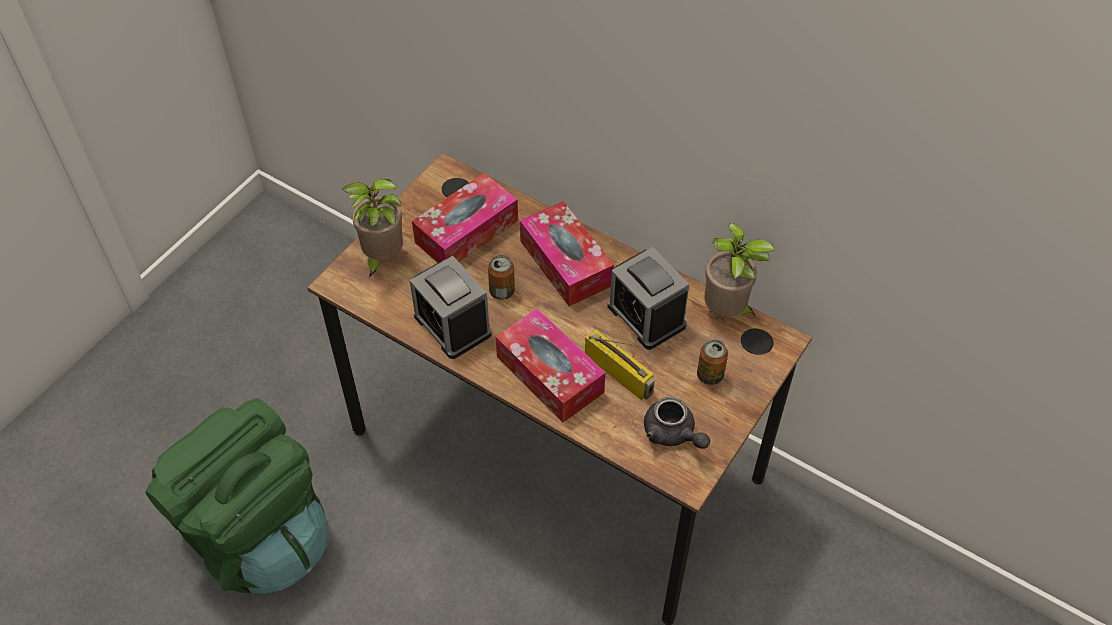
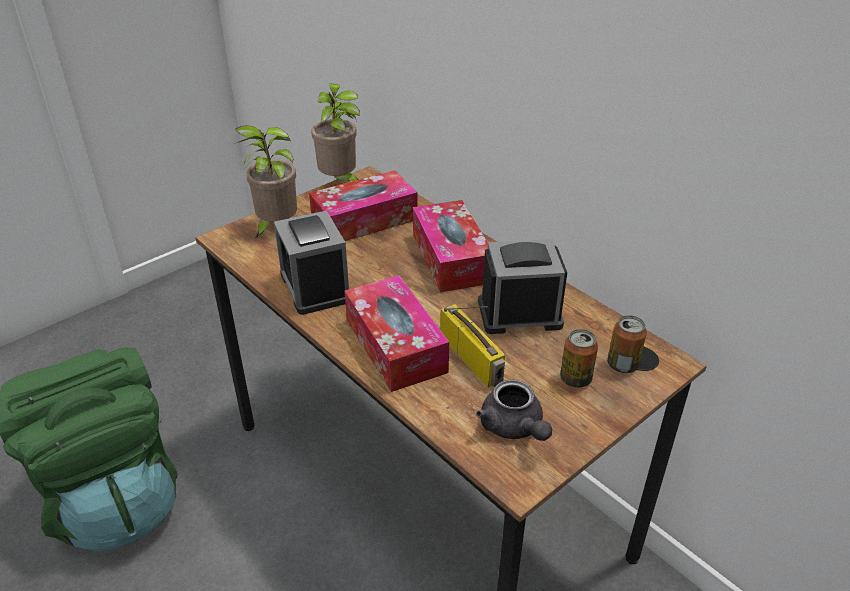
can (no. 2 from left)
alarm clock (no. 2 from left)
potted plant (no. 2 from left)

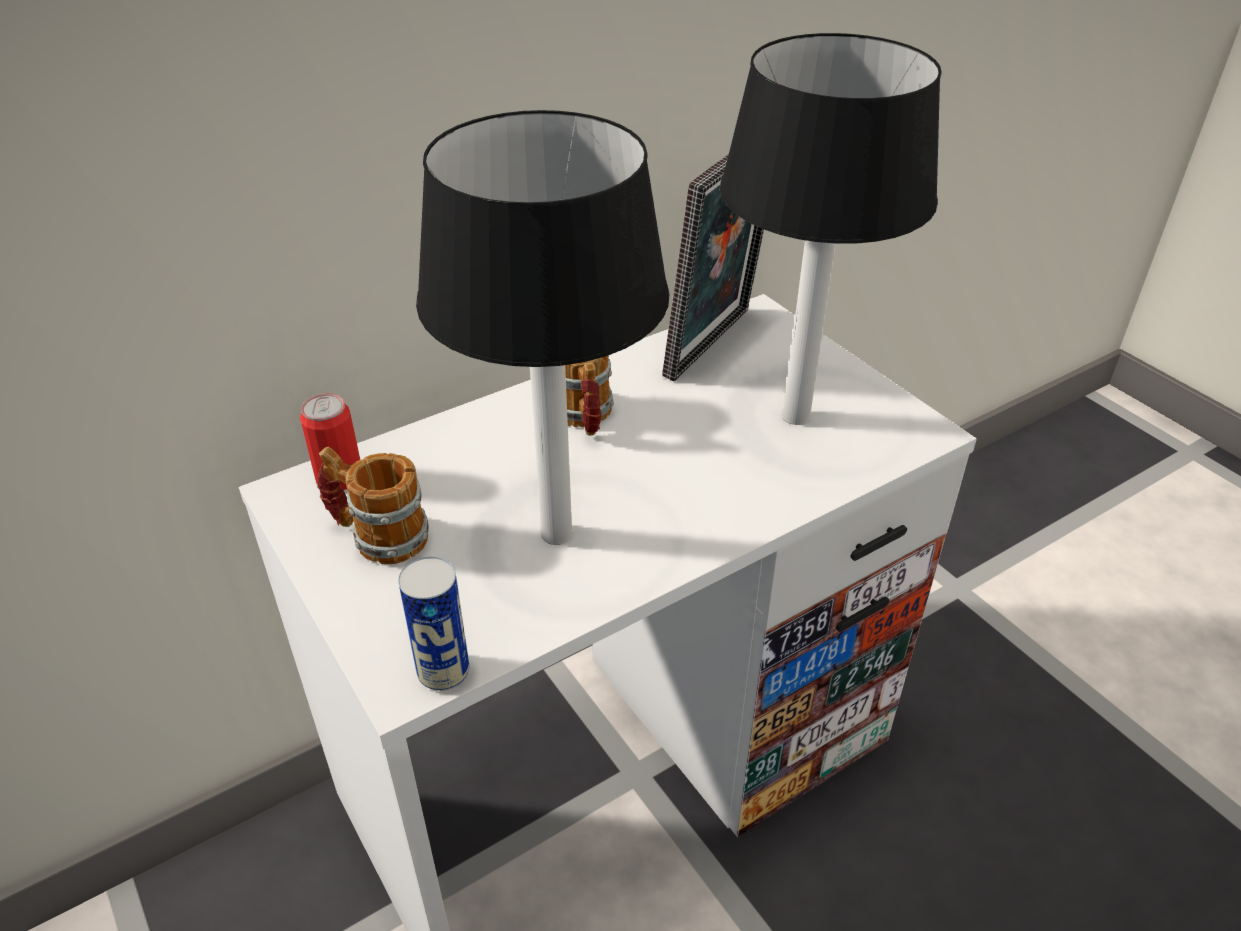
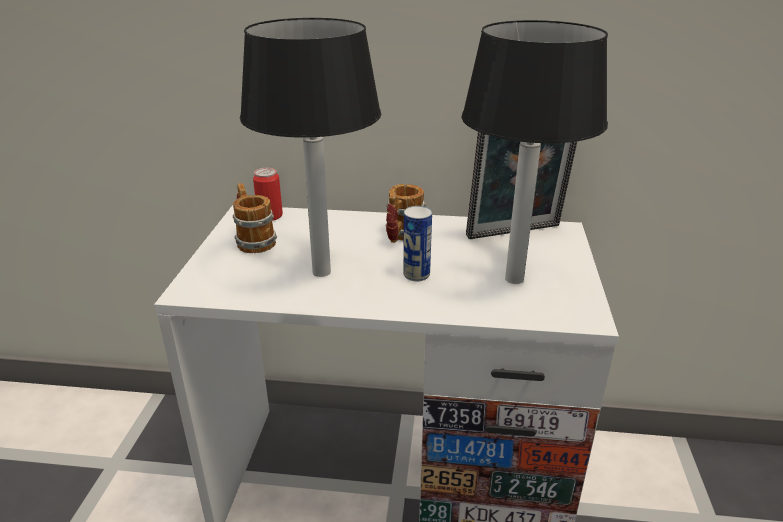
can (no. 2 from left)

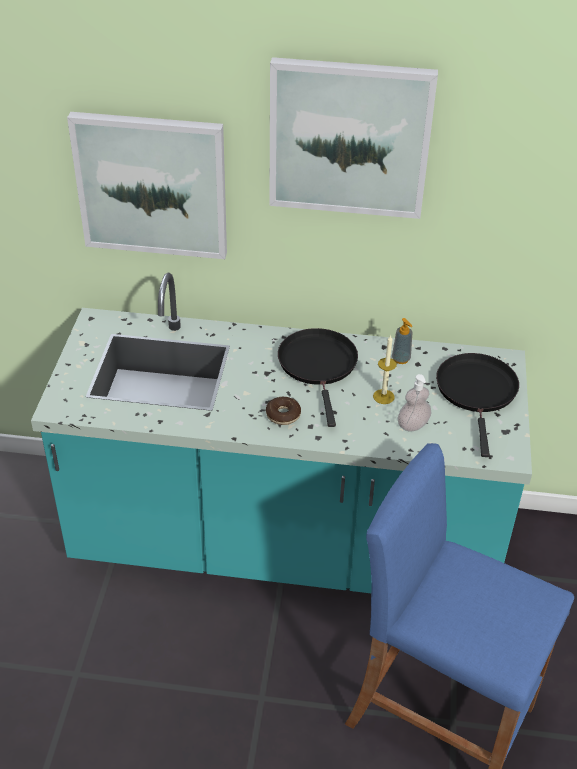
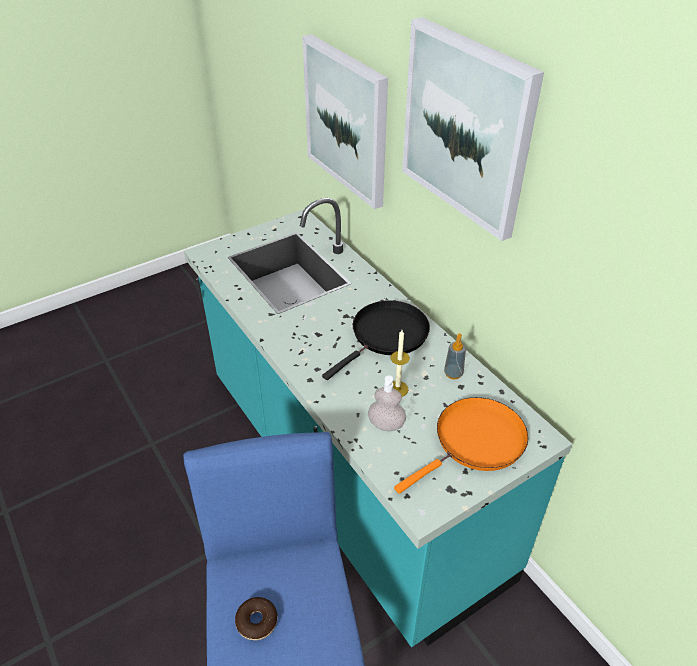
donut
orange frying pan

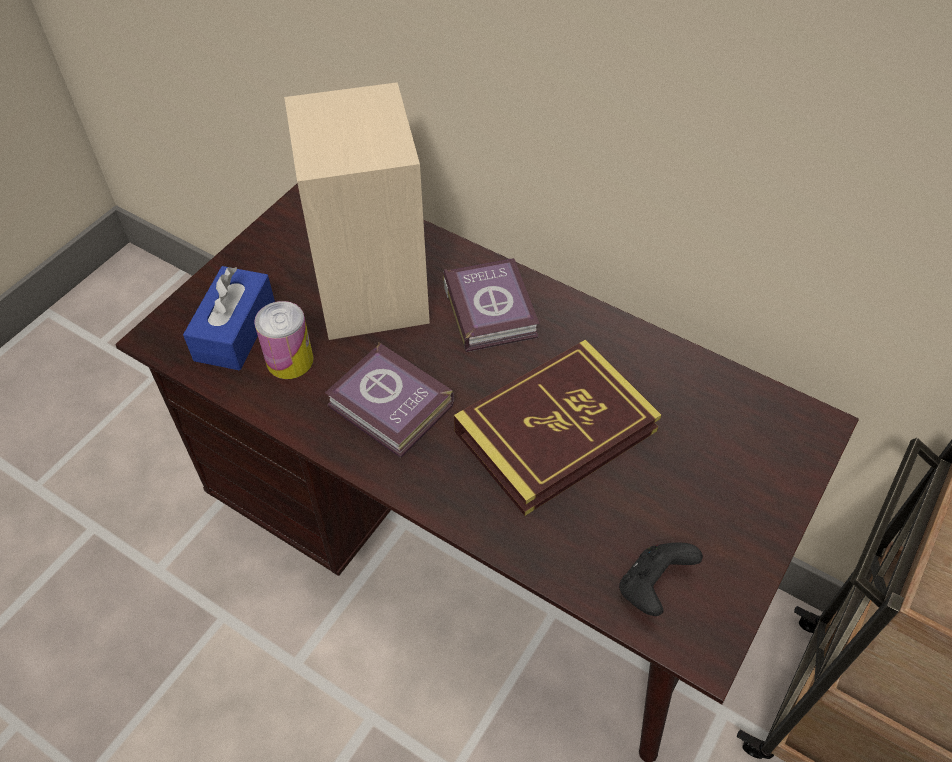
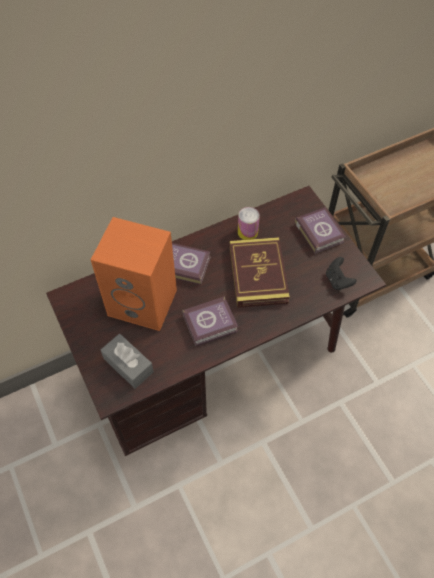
grey tissue box
can
orange speaker
book (no. 4 from left)

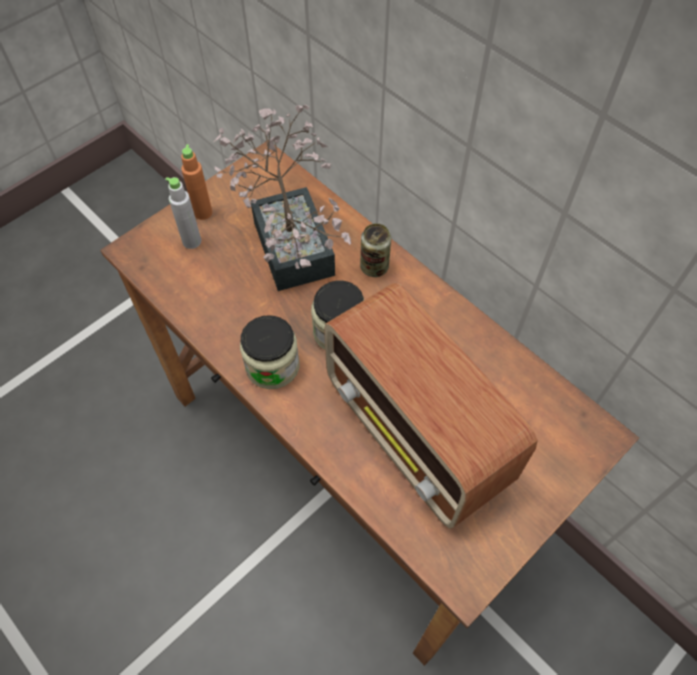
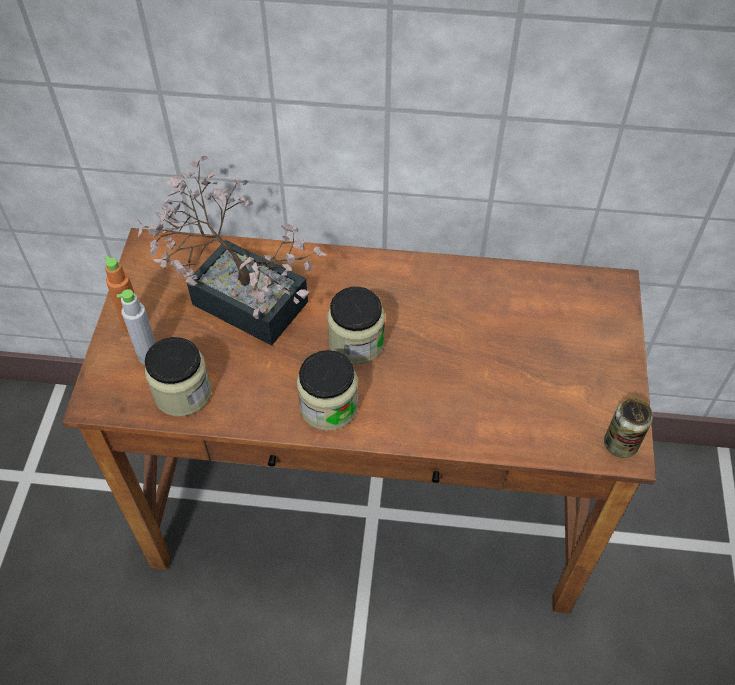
radio
can
jar (no. 1 from left)

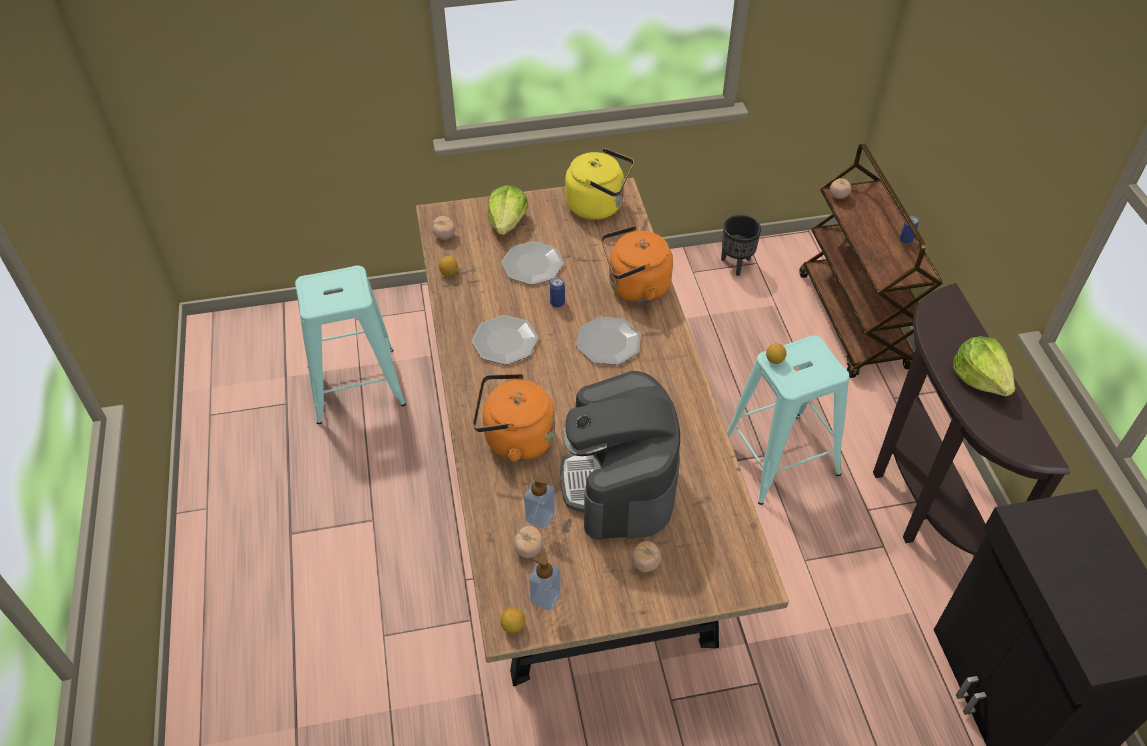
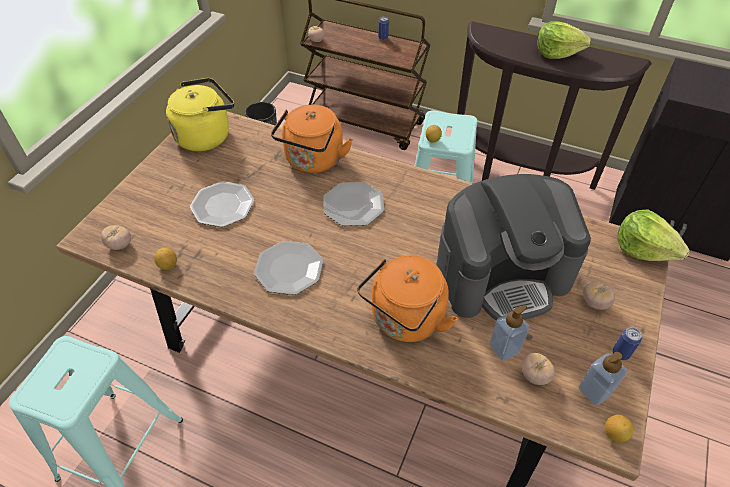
lettuce (no. 2 from left)
can (no. 2 from left)
coffee machine

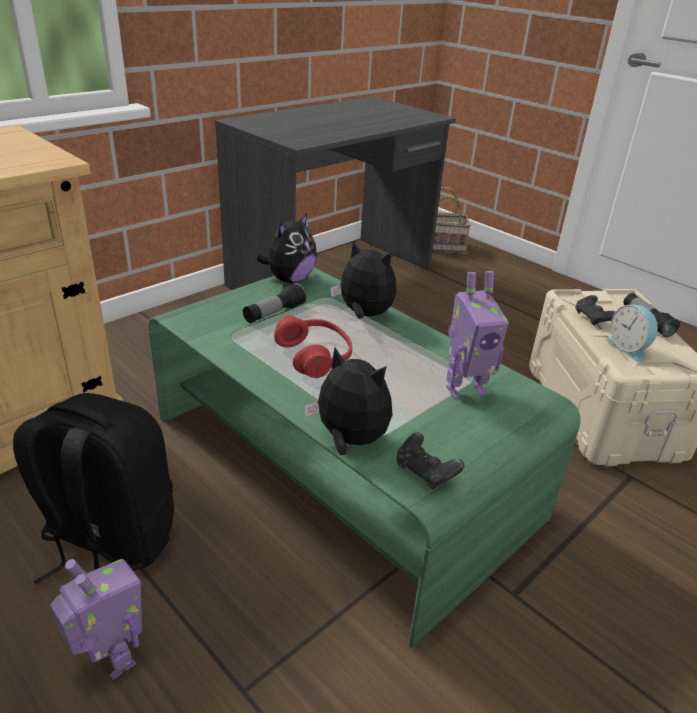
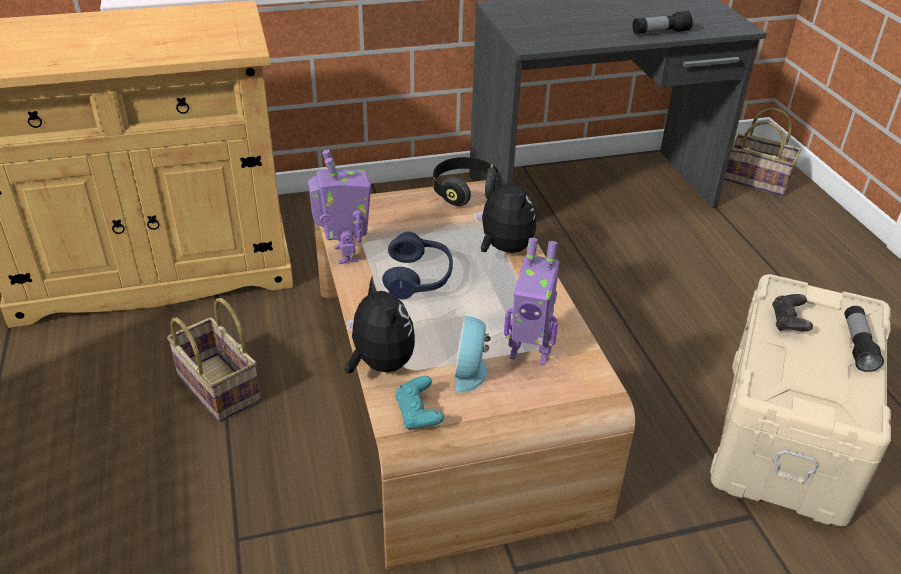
basket (no. 1 from left)
toy robot (no. 1 from left)
brown coffee table
flashlight (no. 1 from left)
black headphones
blue headphones
turquoise game controller
alarm clock

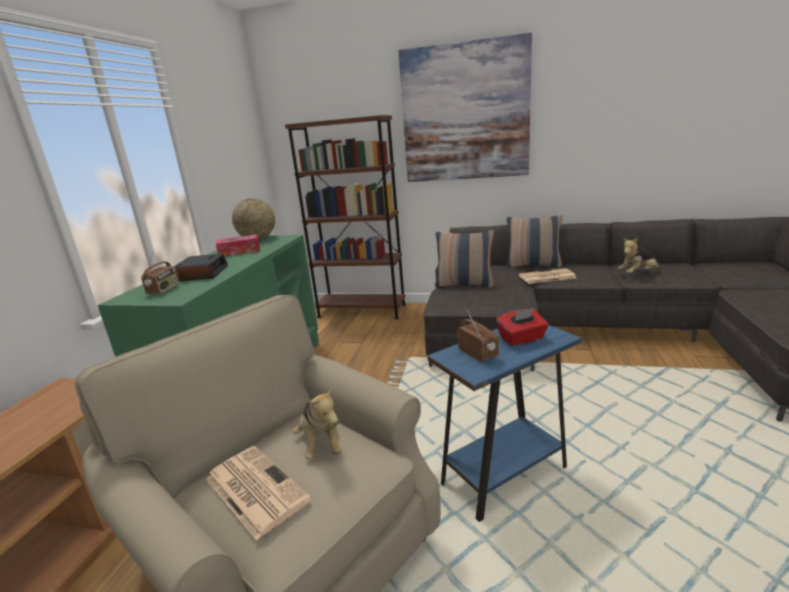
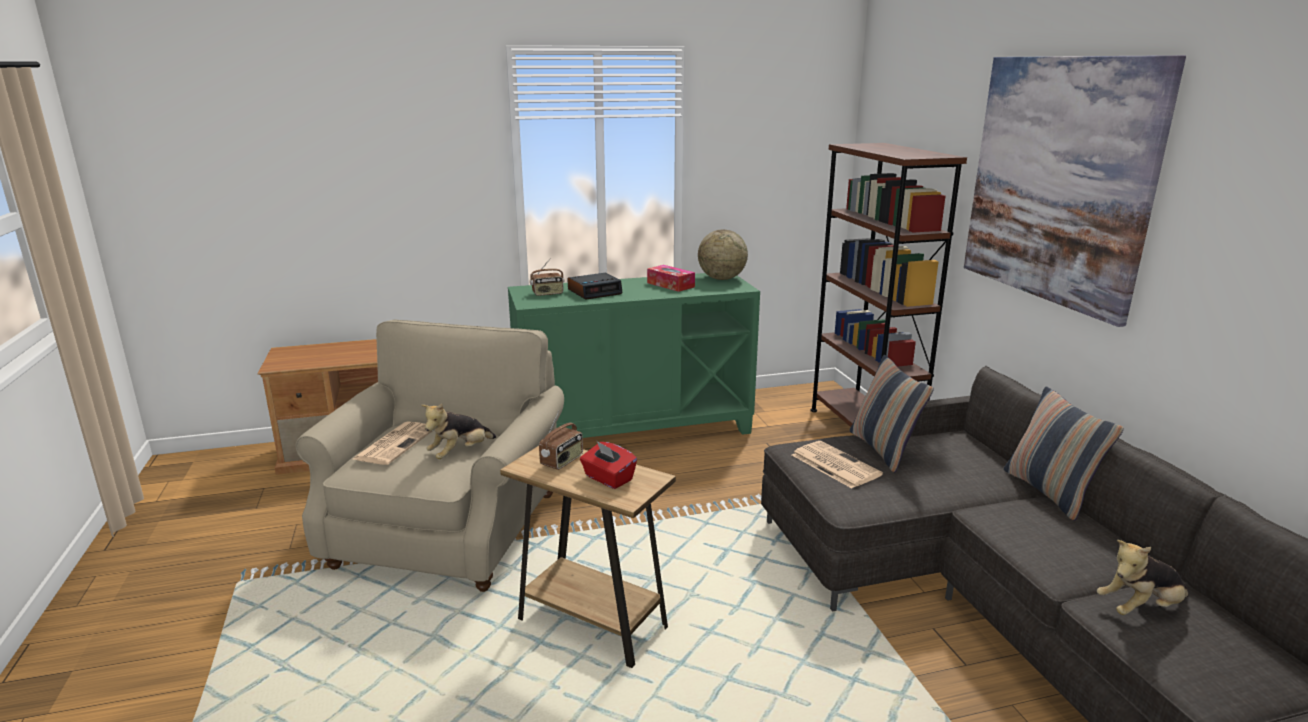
brown side table
newspaper (no. 2 from left)
plush toy (no. 2 from left)

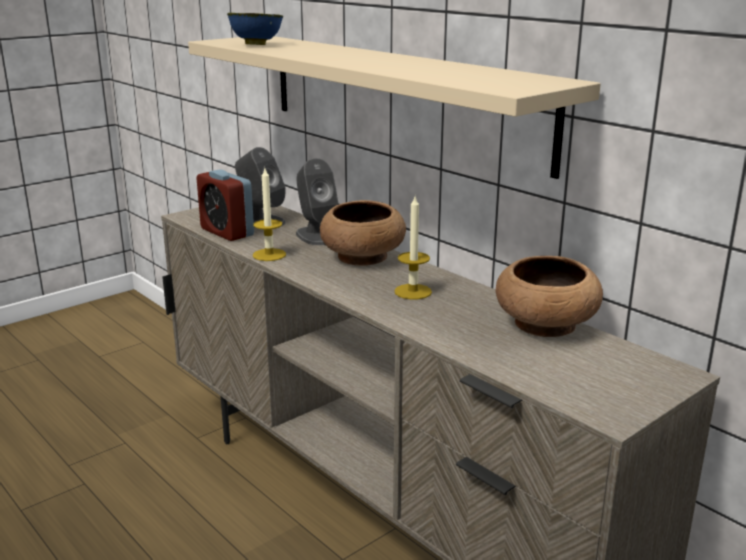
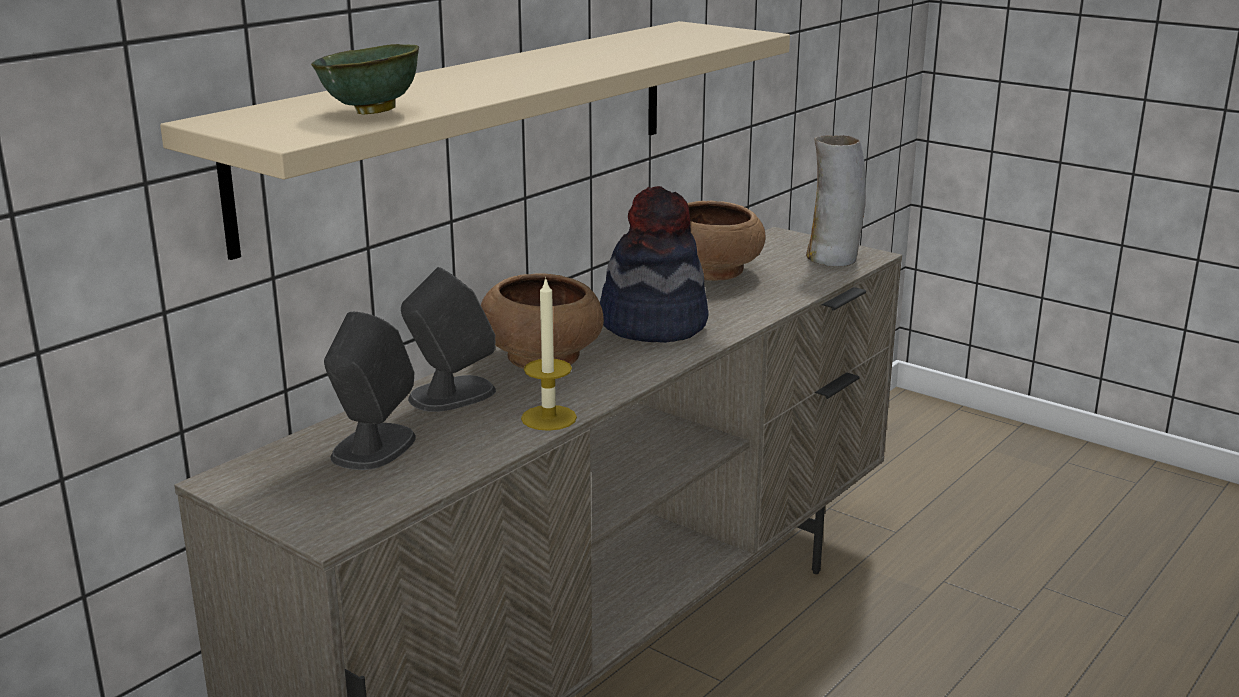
alarm clock
green bowl
hat
vase

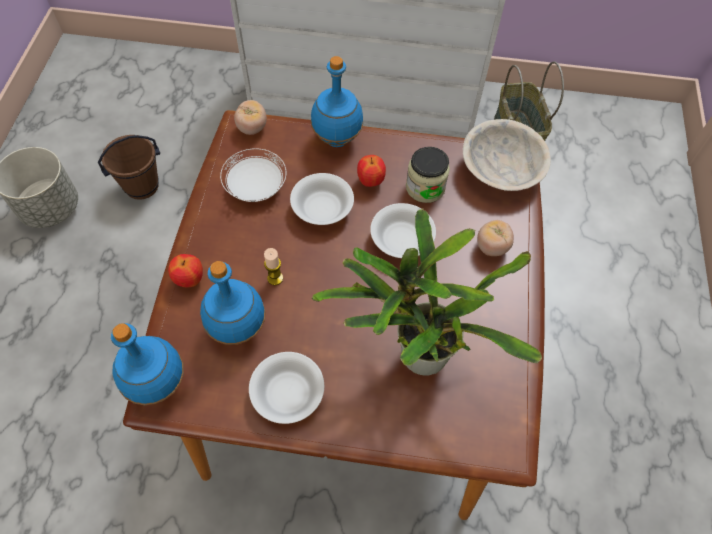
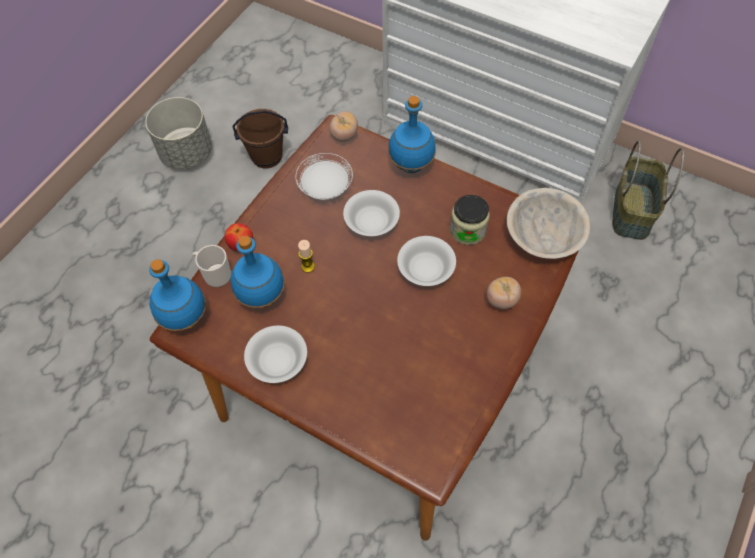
potted plant
apple (no. 2 from left in the first image)
mug

